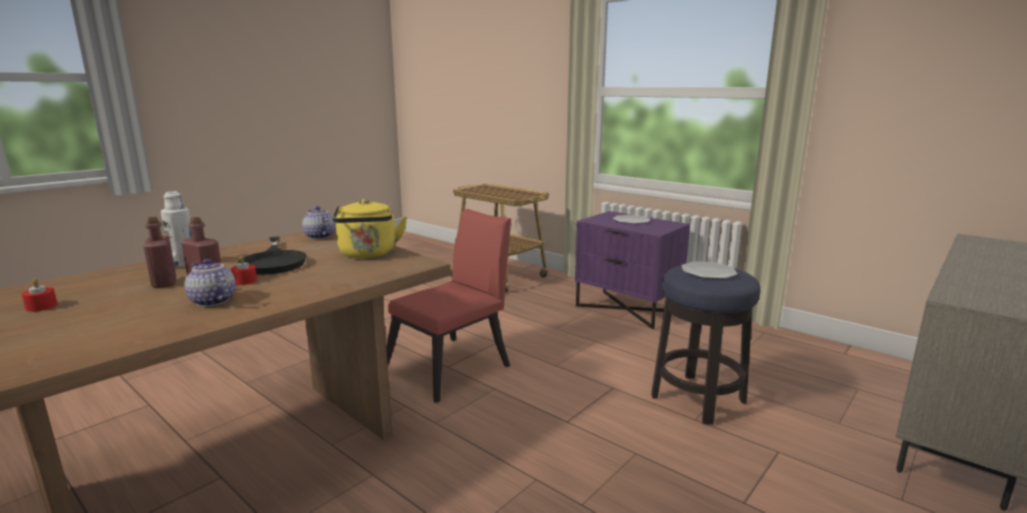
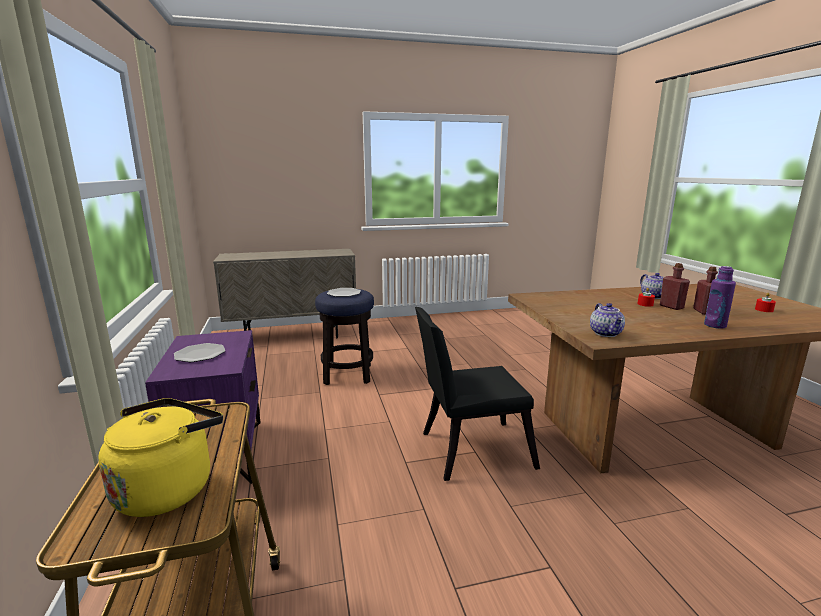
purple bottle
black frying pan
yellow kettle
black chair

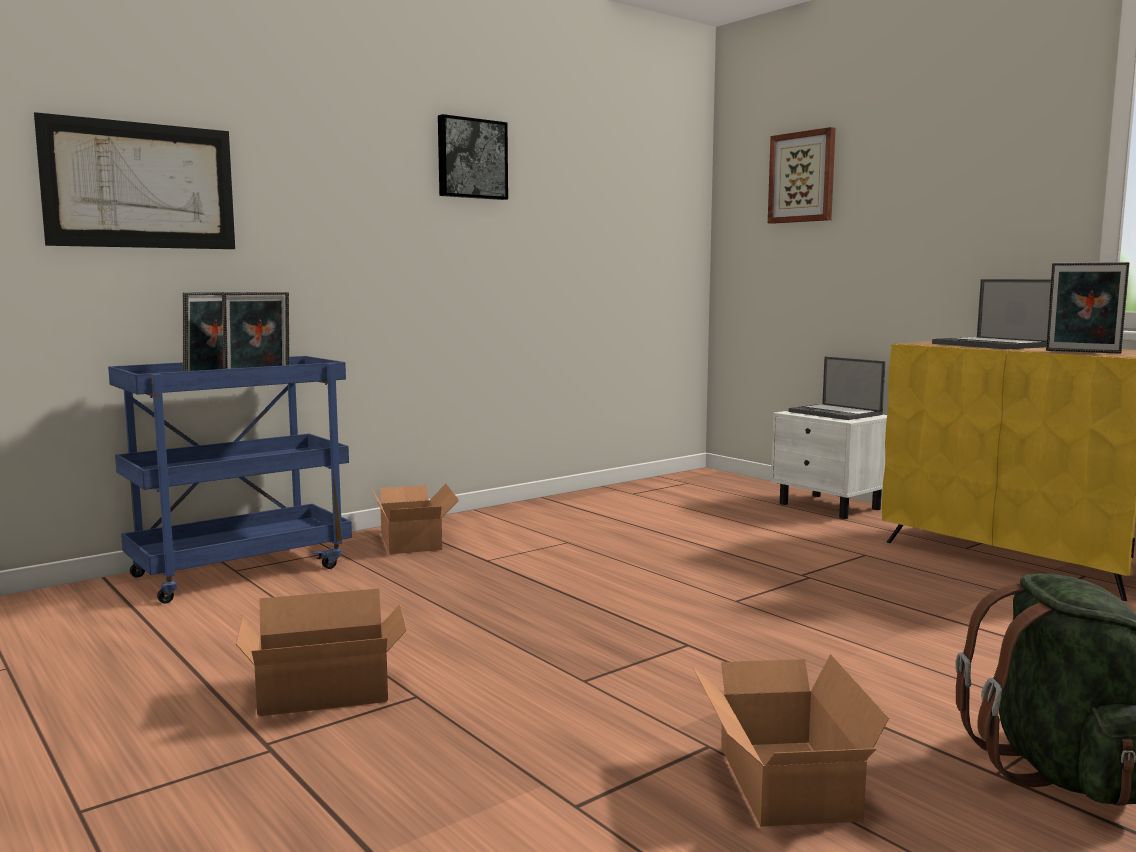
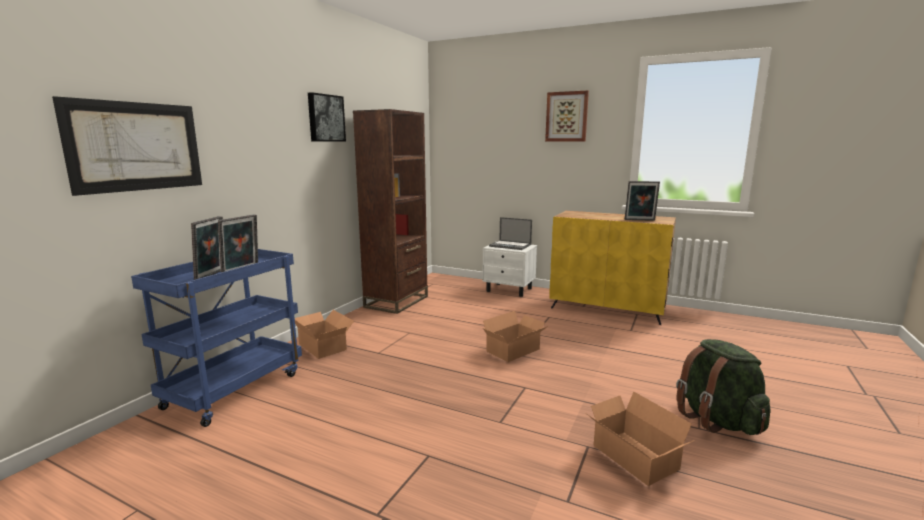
cardboard box (no. 2 from left)
picture (no. 3 from left)
laptop (no. 2 from left in the first image)
brown bookcase

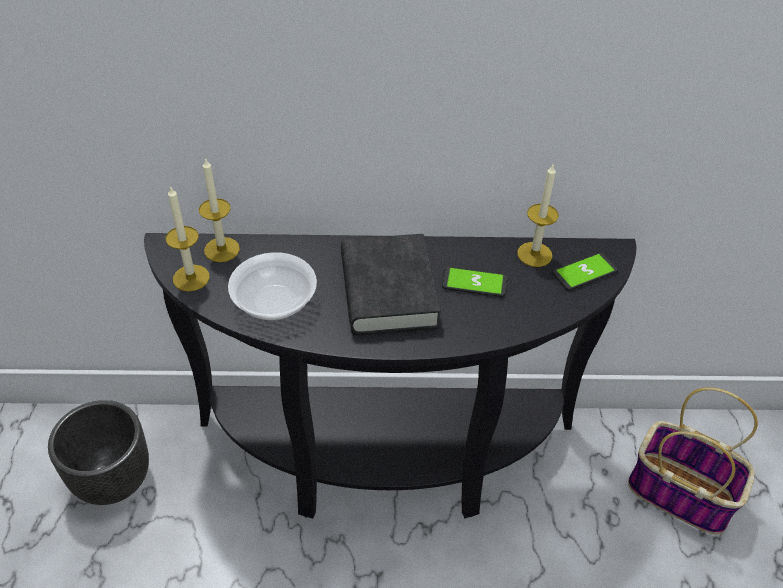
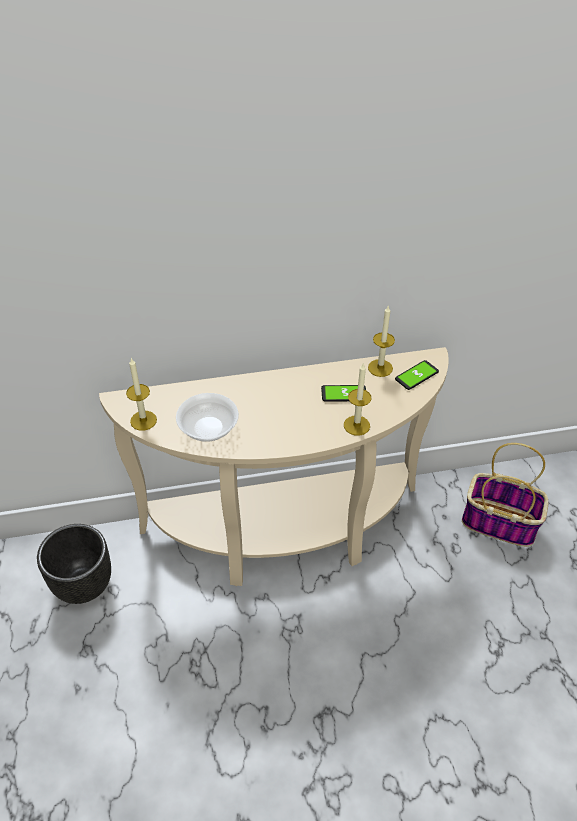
beige console table
candle (no. 2 from left)
black book

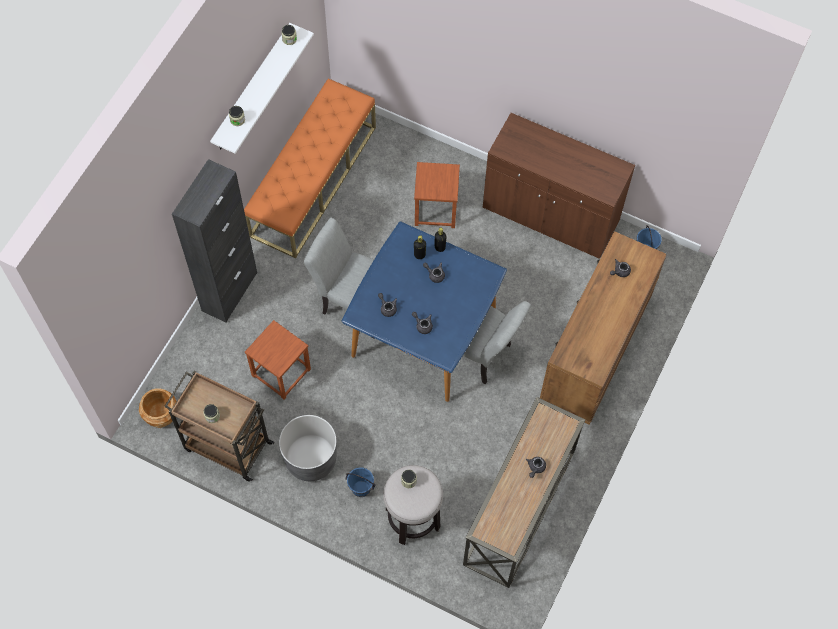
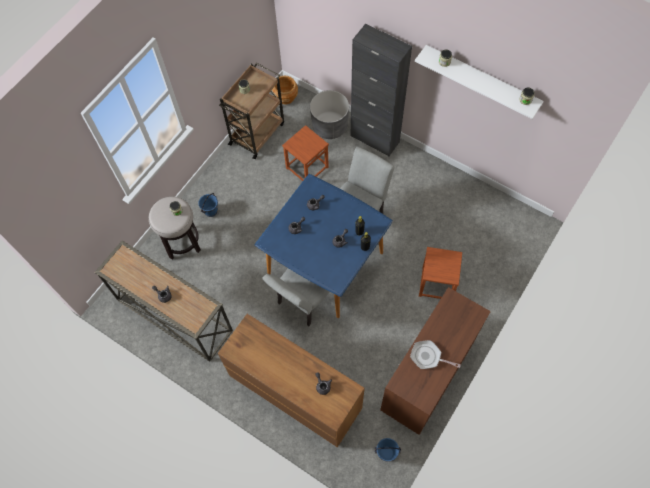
orange bench
grey planter
frying pan

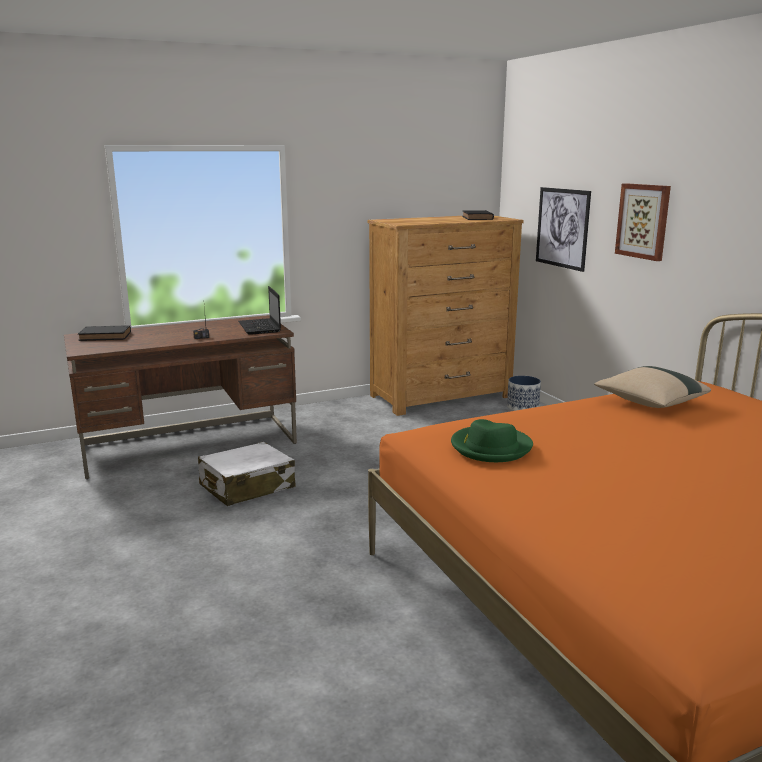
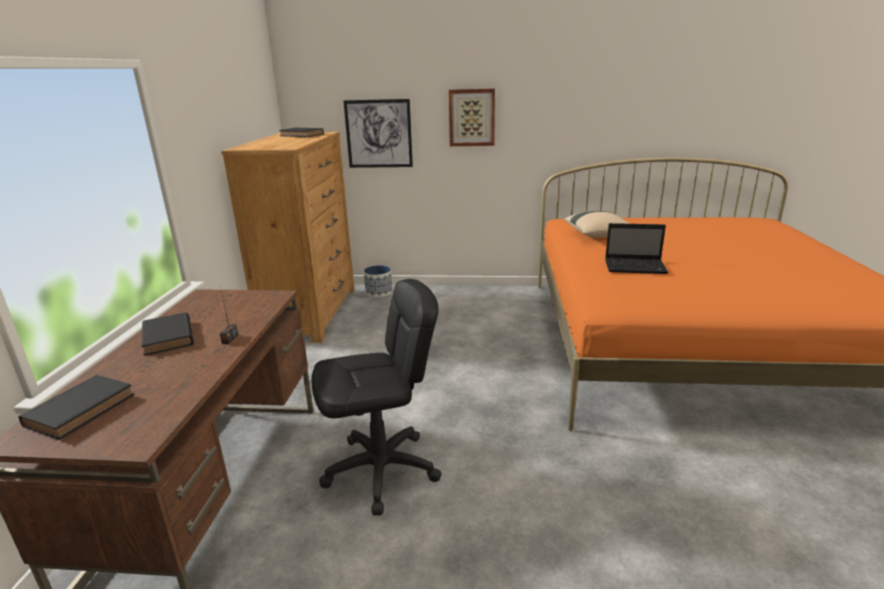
black office chair
laptop
green hat
black book (no. 2 from left)

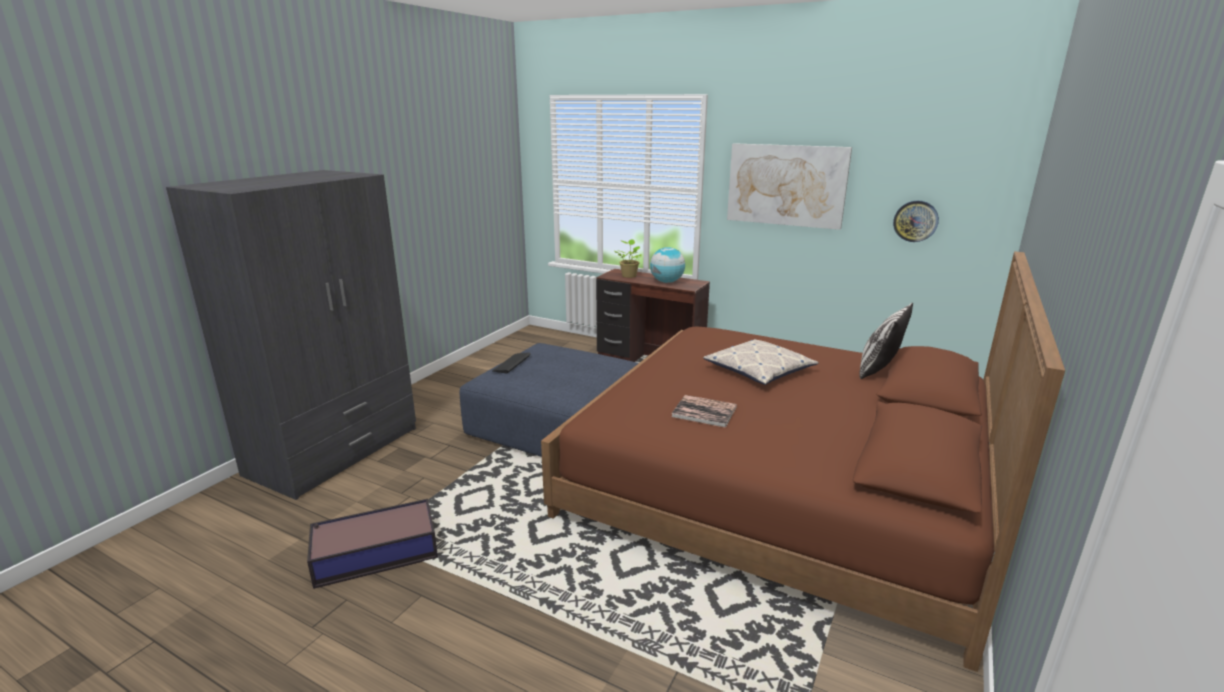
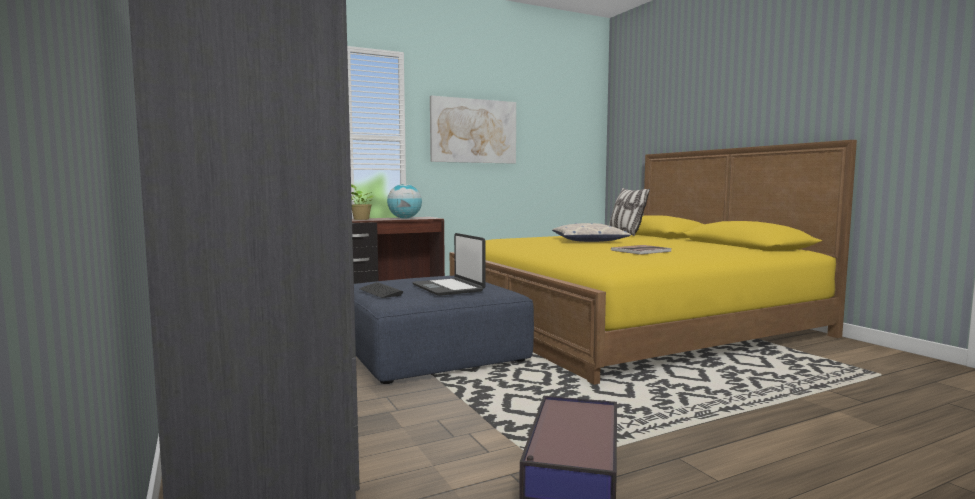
yellow bed
wall clock
laptop

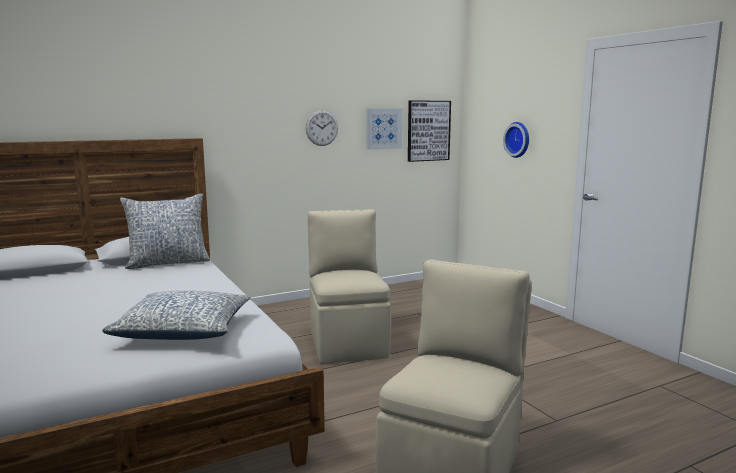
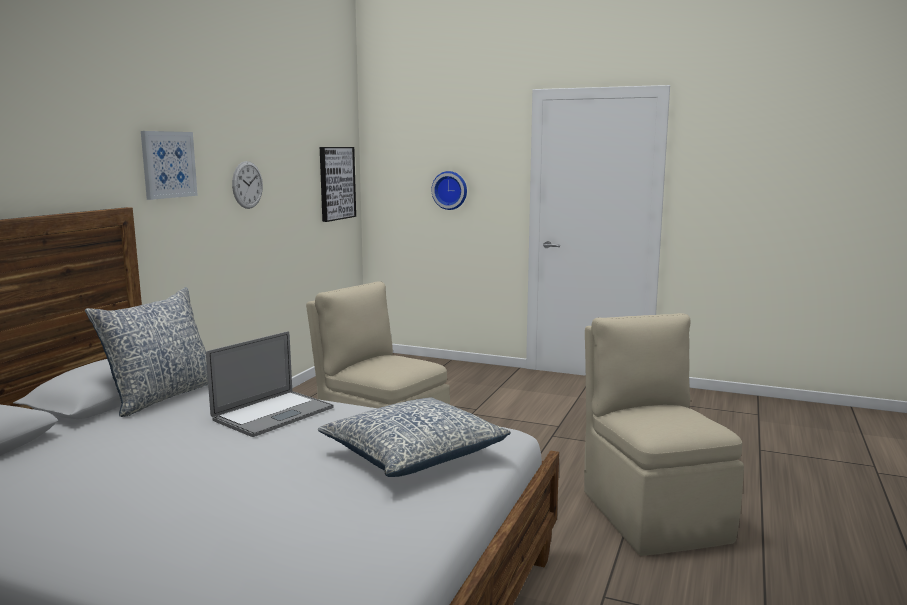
picture (no. 1 from left)
laptop

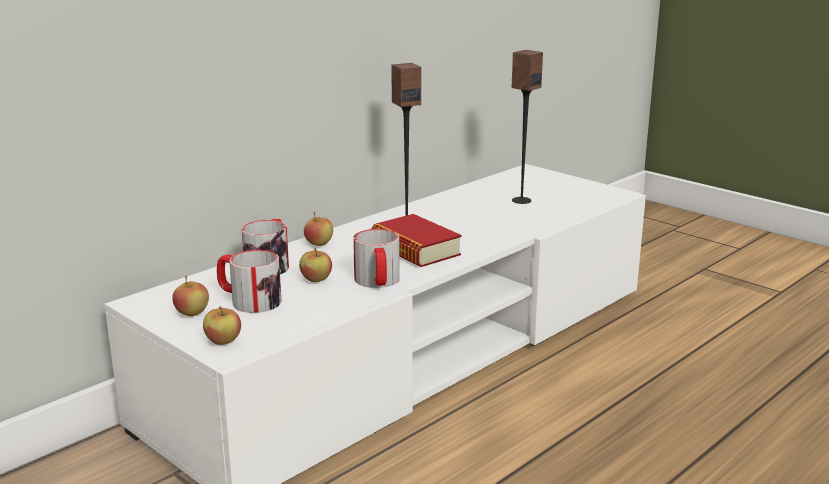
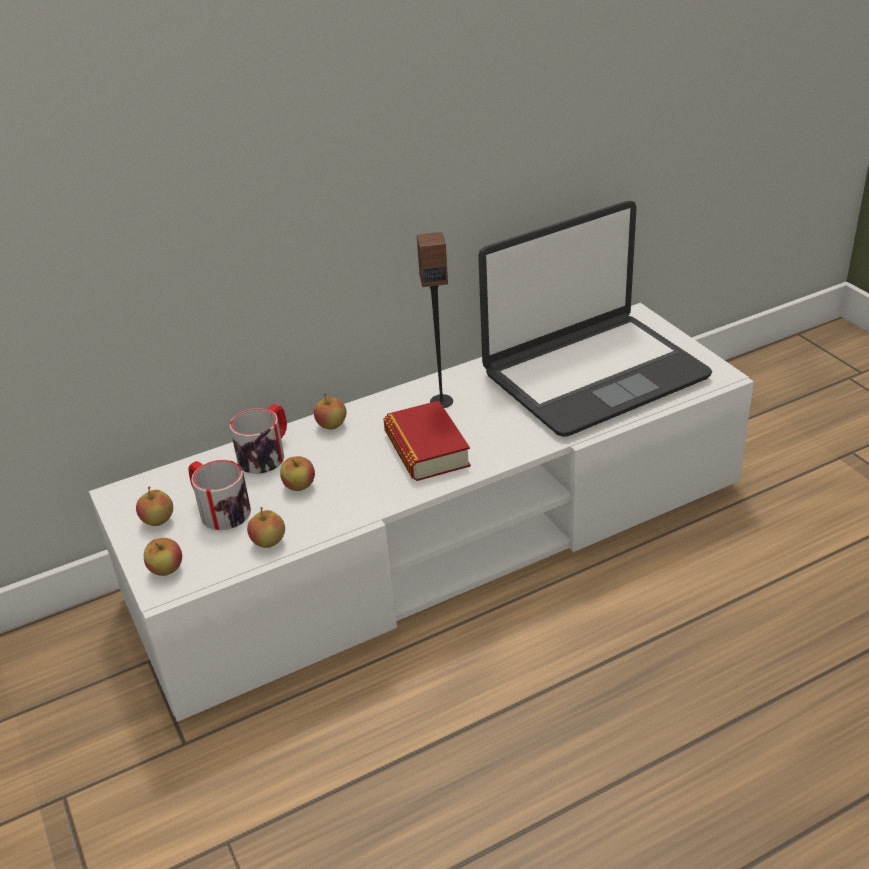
mug (no. 3 from left in the first image)
laptop
apple (no. 3 from left)

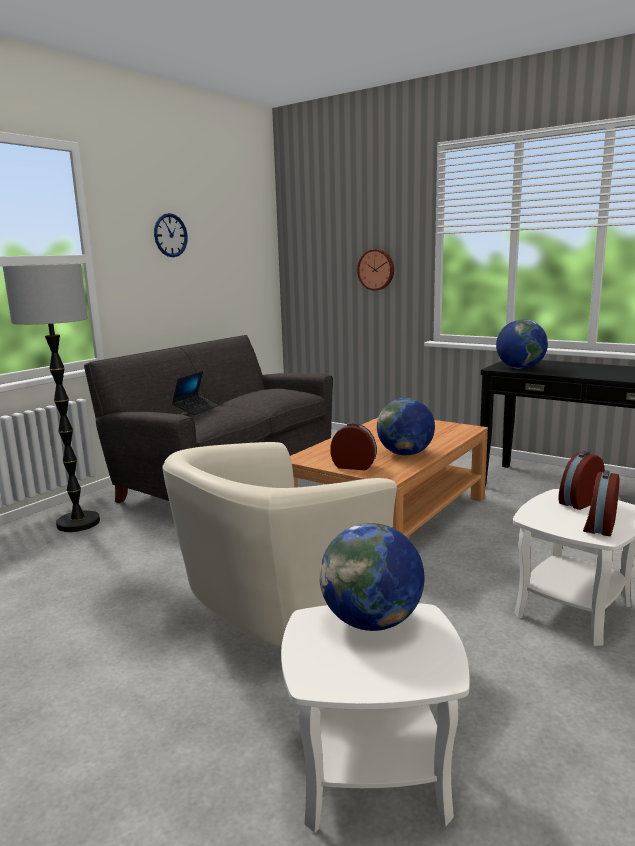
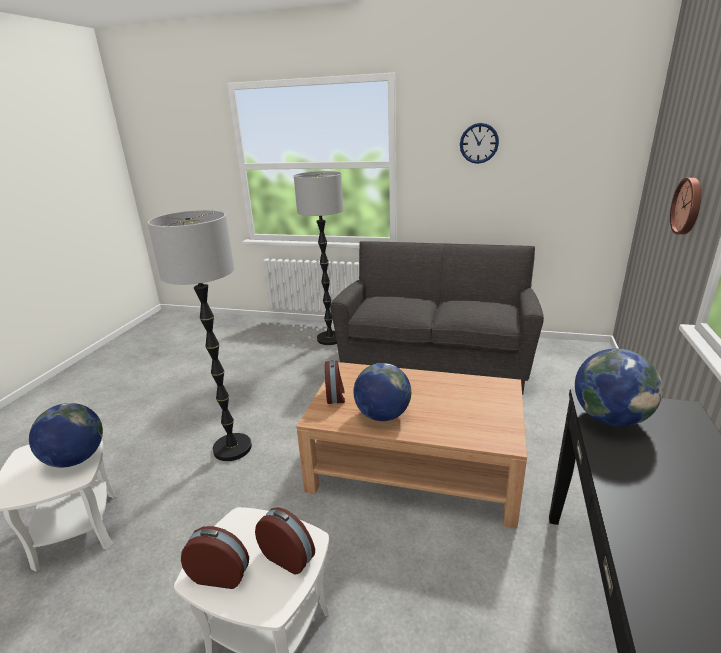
floor lamp (no. 1 from left)
laptop

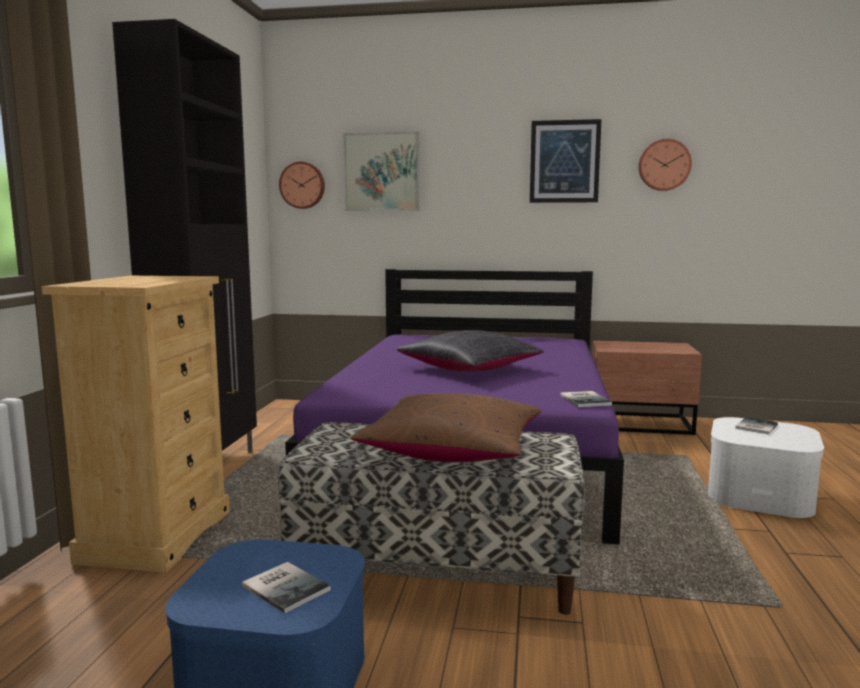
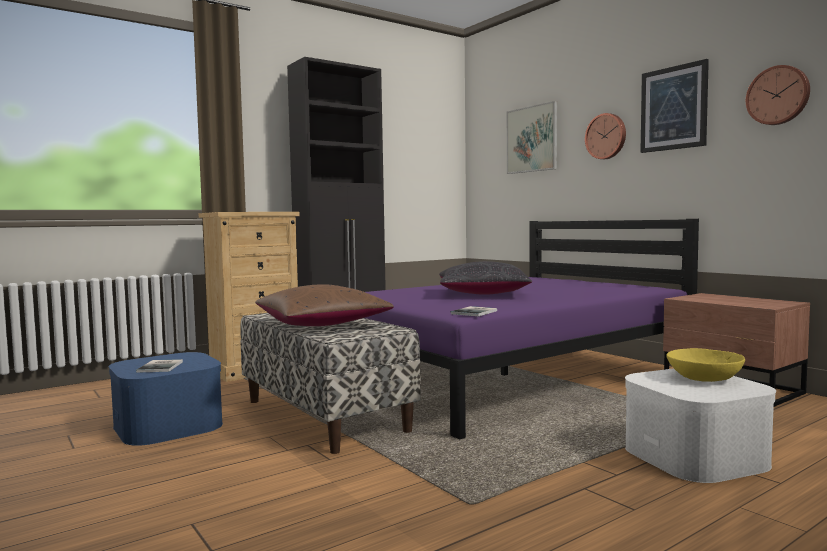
wall clock (no. 1 from left)
yellow bowl

